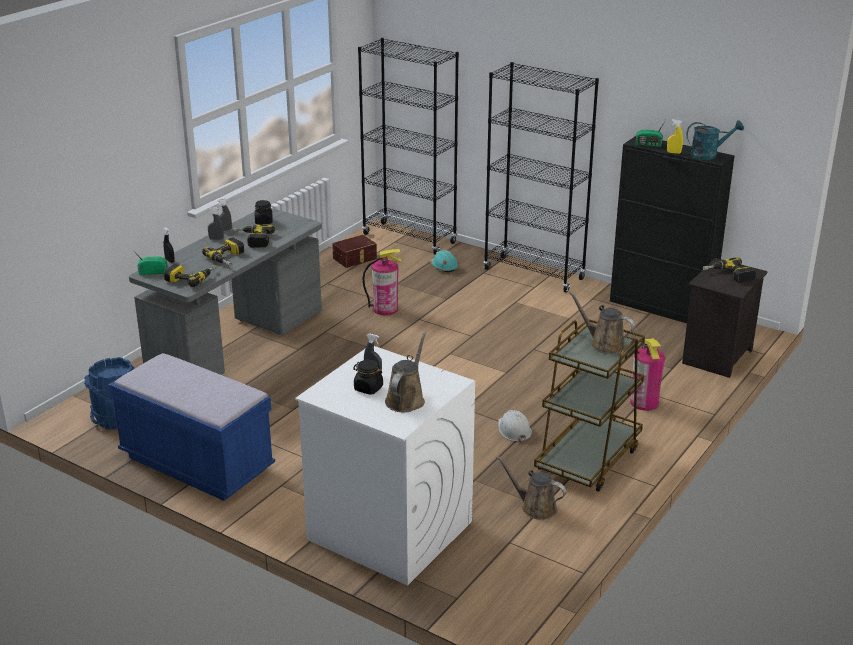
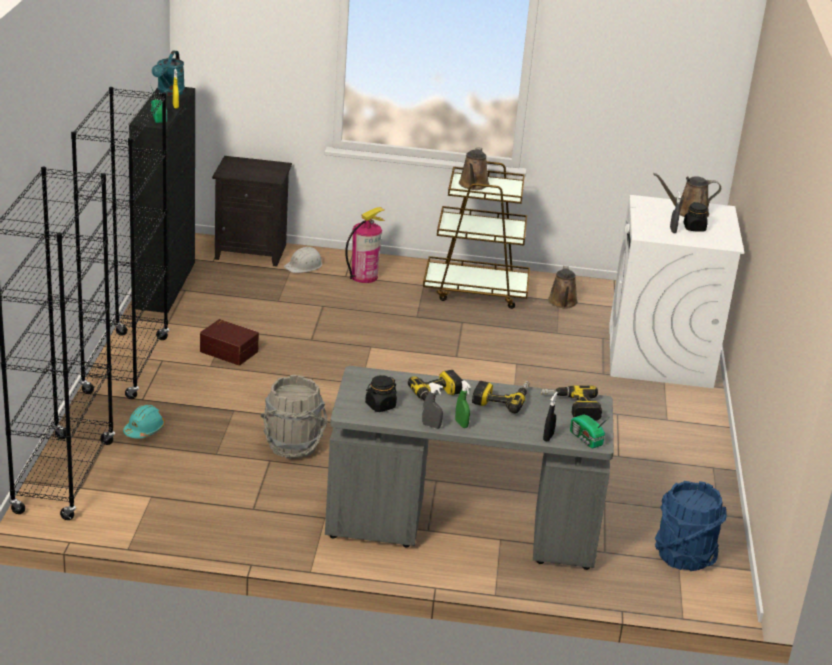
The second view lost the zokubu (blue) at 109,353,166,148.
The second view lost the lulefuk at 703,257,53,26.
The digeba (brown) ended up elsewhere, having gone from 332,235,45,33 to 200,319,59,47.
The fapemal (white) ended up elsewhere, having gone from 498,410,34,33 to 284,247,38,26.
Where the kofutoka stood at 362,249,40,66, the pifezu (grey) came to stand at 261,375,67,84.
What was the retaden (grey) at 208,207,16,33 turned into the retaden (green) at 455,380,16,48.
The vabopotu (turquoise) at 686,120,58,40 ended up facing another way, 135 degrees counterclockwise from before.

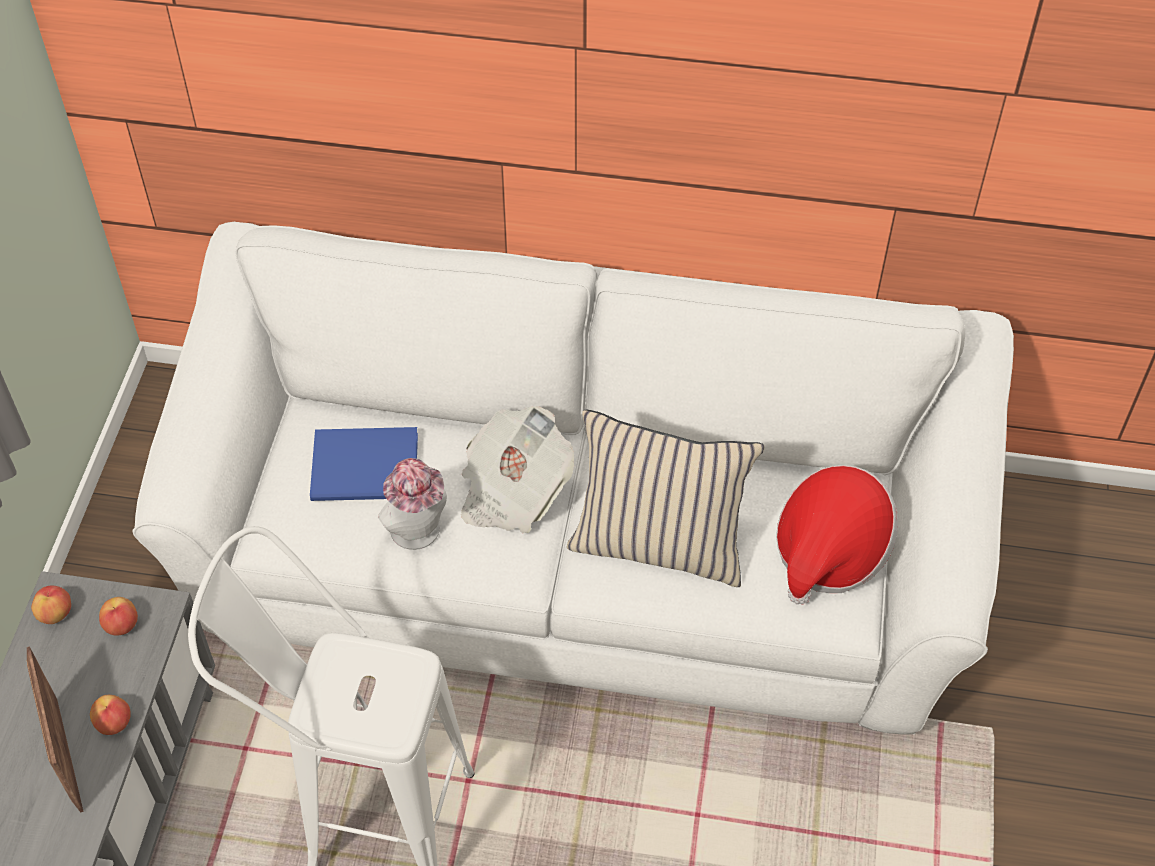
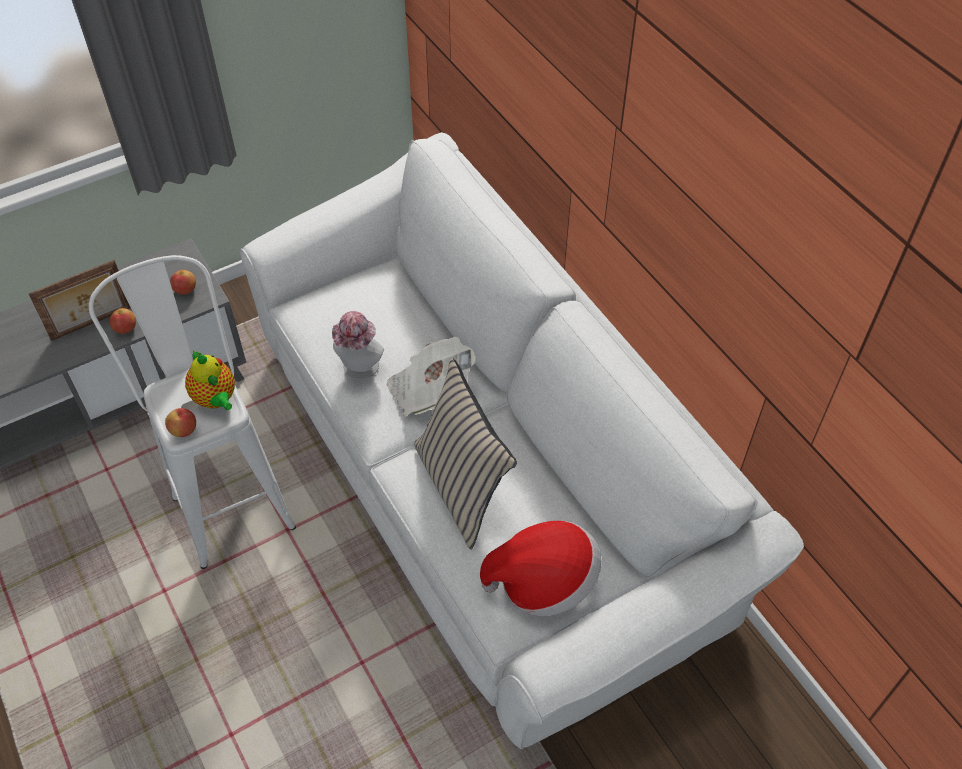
The second view lost the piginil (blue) at 310,427,108,74.
The second view gained the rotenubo at 185,350,50,60.
The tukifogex ended up elsewhere, having gone from 31,586,40,38 to 165,408,31,29.
The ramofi at 27,646,57,167 ended up facing another way, 150 degrees counterclockwise from before.

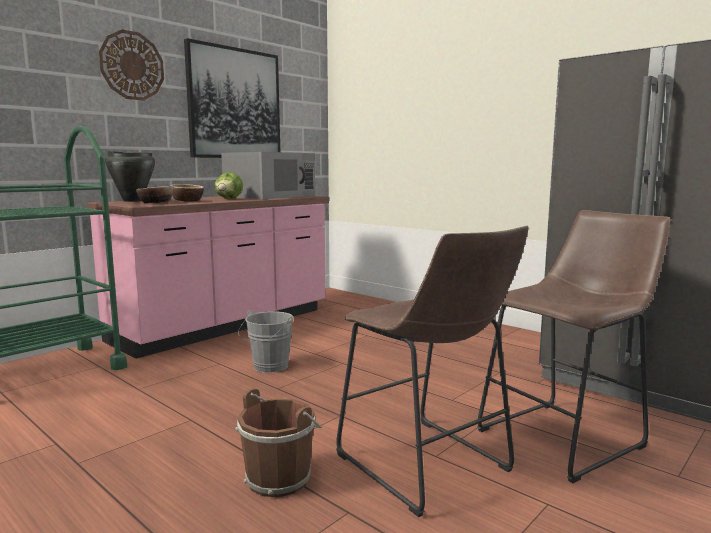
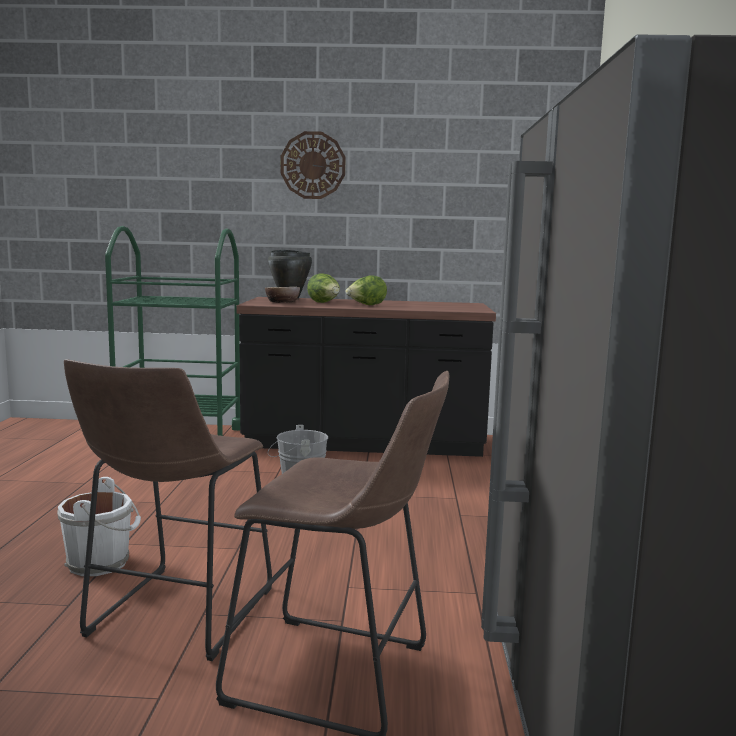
The second view lost the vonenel at 184,38,96,120.
The second view lost the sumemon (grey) at 221,152,94,47.
Where the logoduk stood at 170,184,34,17, the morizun came to stand at 307,273,33,30.
What was the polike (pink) at 88,196,241,163 turned into the polike (black) at 236,297,260,160.
What was the pifezu (brown) at 235,388,87,109 turned into the pifezu (white) at 57,477,84,99.

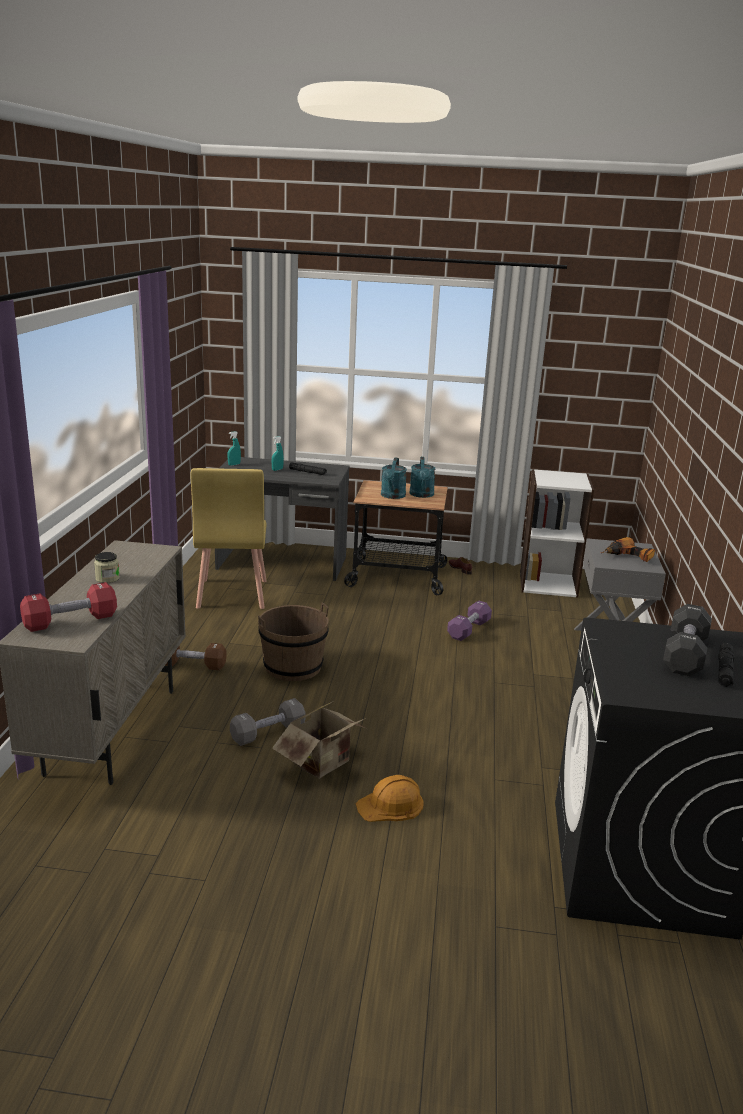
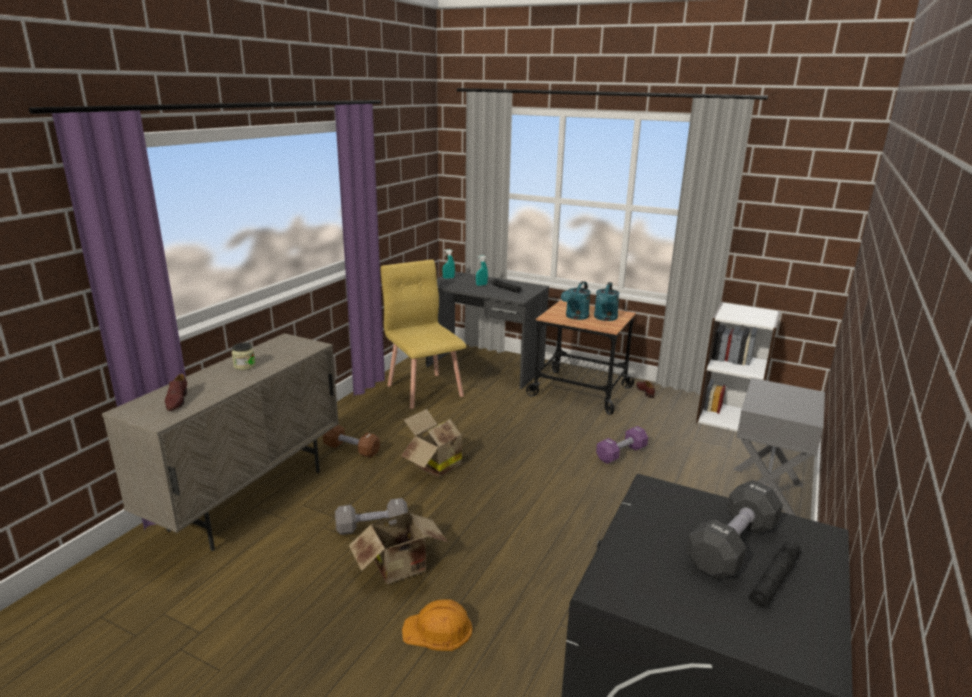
The second view lost the lulefuk at 600,537,55,25.
Where the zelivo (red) stood at 20,582,97,50, the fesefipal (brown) came to stand at 165,374,22,37.
Where the pifezu (brown) stood at 258,602,71,79, the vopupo came to stand at 401,409,71,68.
The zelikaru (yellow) at 191,468,76,141 ended up facing another way, 135 degrees clockwise from before.

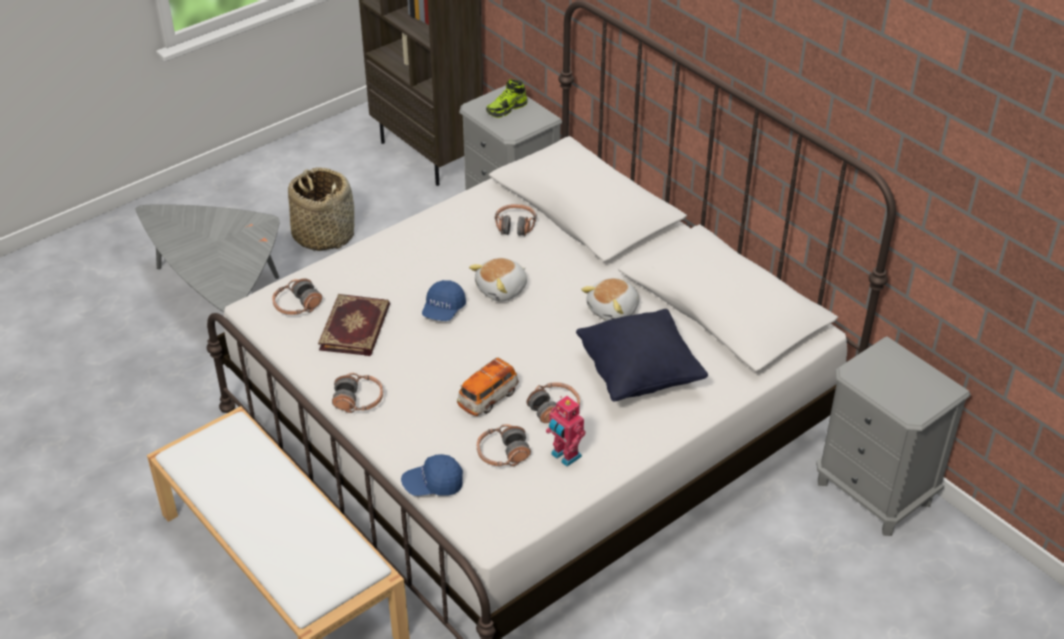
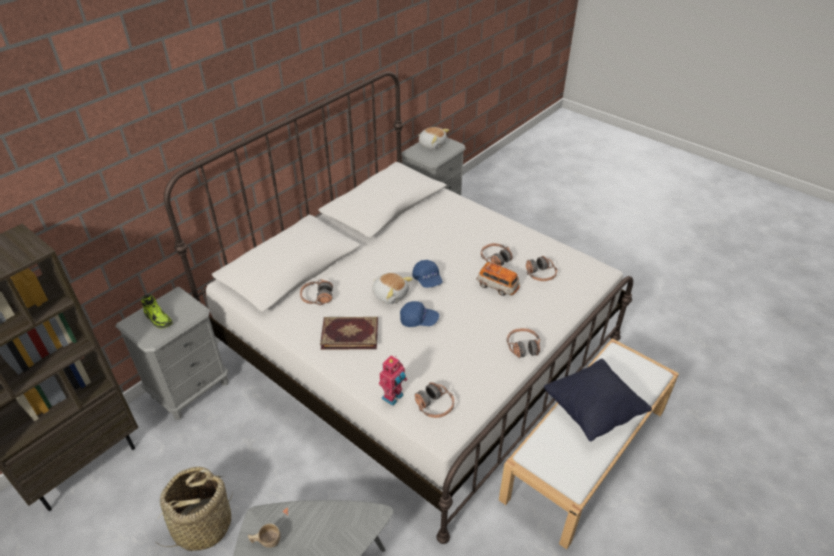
The second view gained the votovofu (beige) at 248,524,33,24.
The piginil ended up elsewhere, having gone from 318,294,72,62 to 320,317,58,33.
The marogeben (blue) ended up elsewhere, having gone from 401,454,62,42 to 412,260,31,28.
The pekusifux ended up elsewhere, having gone from 546,396,40,71 to 379,355,28,51.
The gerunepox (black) ended up elsewhere, having gone from 576,309,132,93 to 544,359,108,83.
The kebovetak ended up elsewhere, having gone from 581,278,58,43 to 418,127,31,22.

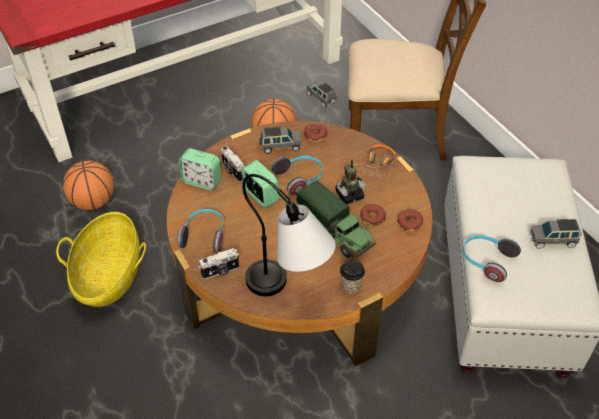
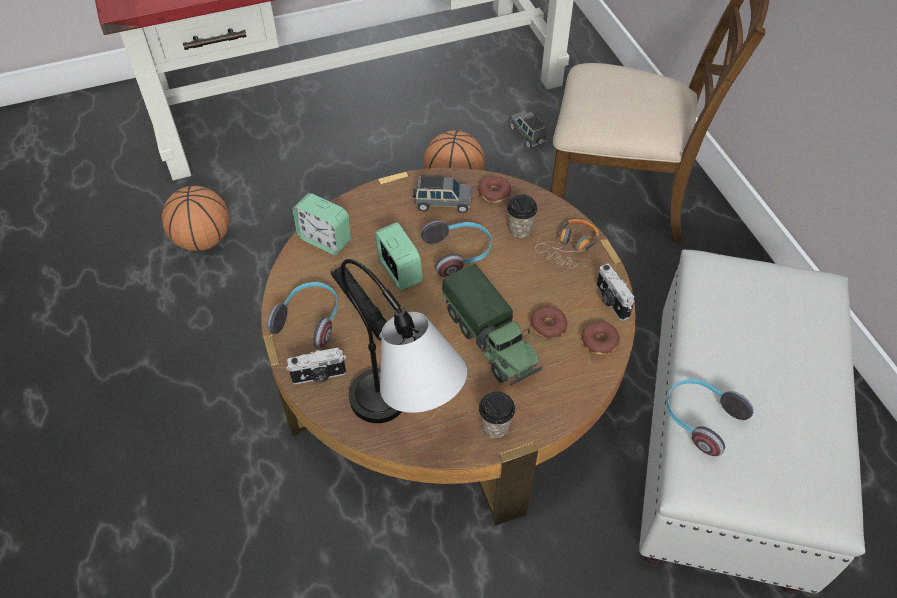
The second view lost the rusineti at 56,212,90,95.
The second view lost the pekusifux at 335,160,32,44.
The second view lost the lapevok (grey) at 530,219,51,30.
The second view gained the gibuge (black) at 331,266,56,74.
The second view gained the votovofu at 507,194,30,44.
The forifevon ended up elsewhere, having gone from 221,146,24,36 to 596,264,38,57.

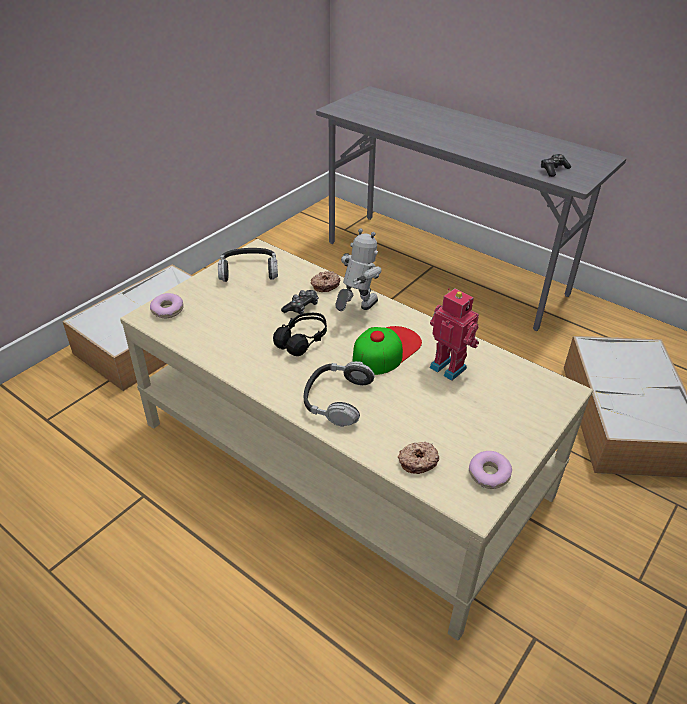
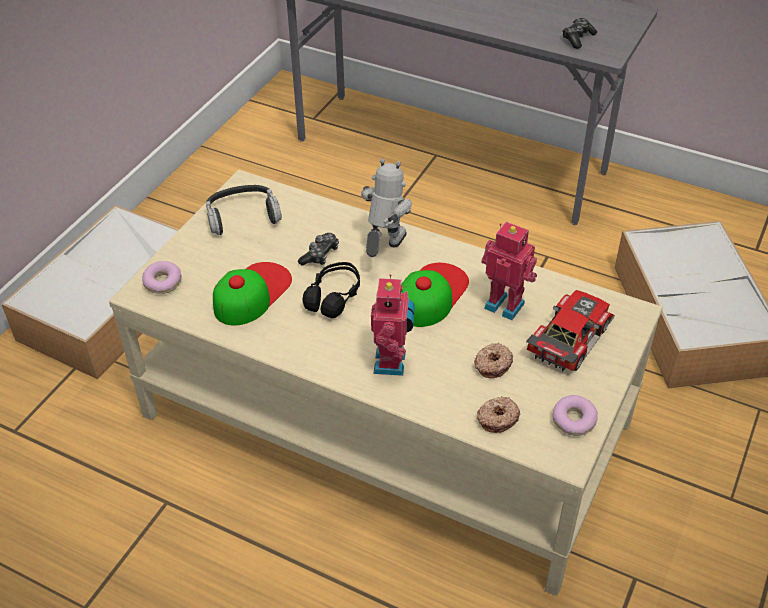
The second view gained the marogeben at 213,262,79,63.
The second view gained the lapevok at 526,290,89,81.
The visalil ended up elsewhere, having gone from 310,271,30,21 to 474,343,39,35.
Where the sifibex stood at 304,361,71,66, the pekusifux came to stand at 371,274,44,102.

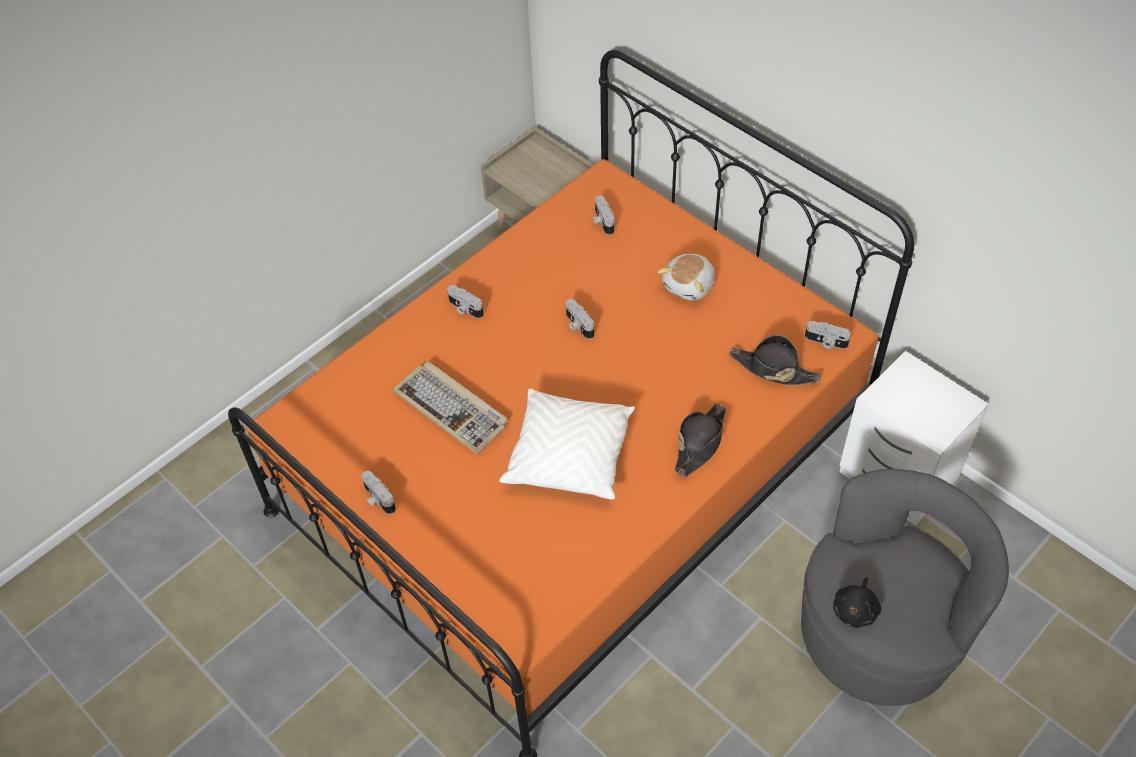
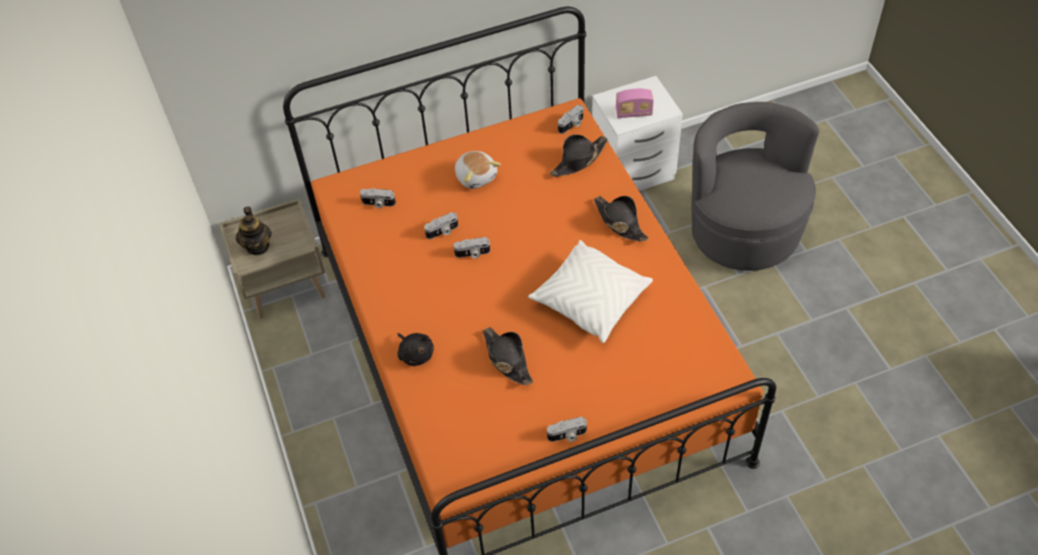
The second view gained the rotenubo at 236,206,36,49.
The second view gained the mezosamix at 616,89,38,29.
The forifevon ended up elsewhere, having gone from 447,285,37,34 to 424,212,34,27.
The kebovetak (black) ended up elsewhere, having gone from 833,577,48,51 to 397,333,37,33.
Where the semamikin stood at 393,361,115,93, the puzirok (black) came to stand at 483,327,50,58.

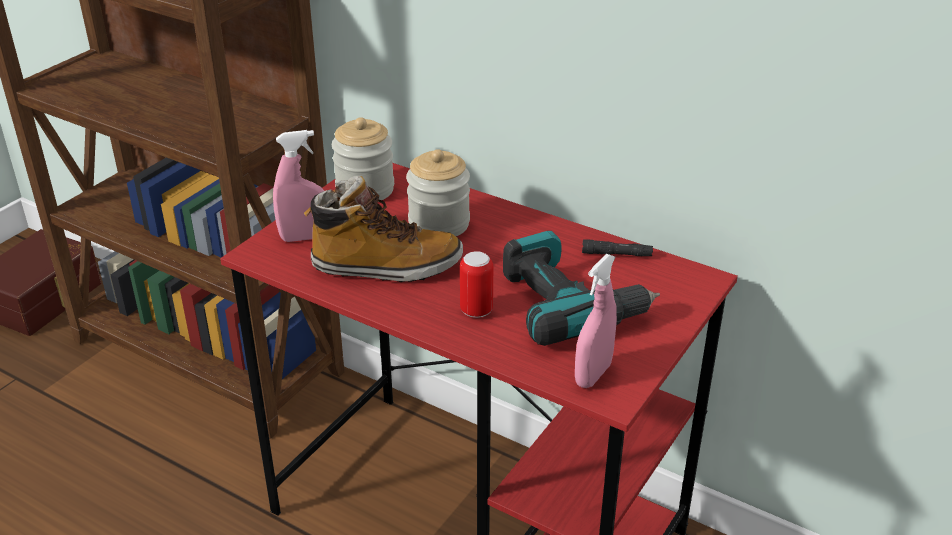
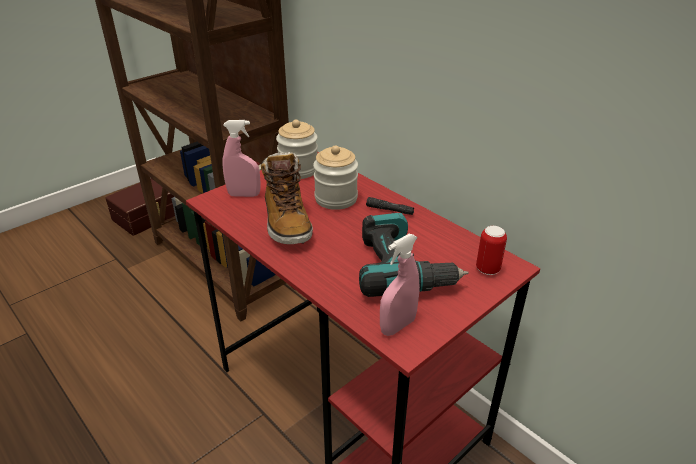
The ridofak ended up elsewhere, having gone from 460,251,33,67 to 476,226,31,49.
The gibuge (black) ended up elsewhere, having gone from 582,239,71,17 to 366,197,48,18.
The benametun at 304,176,159,106 ended up facing another way, 60 degrees clockwise from before.

